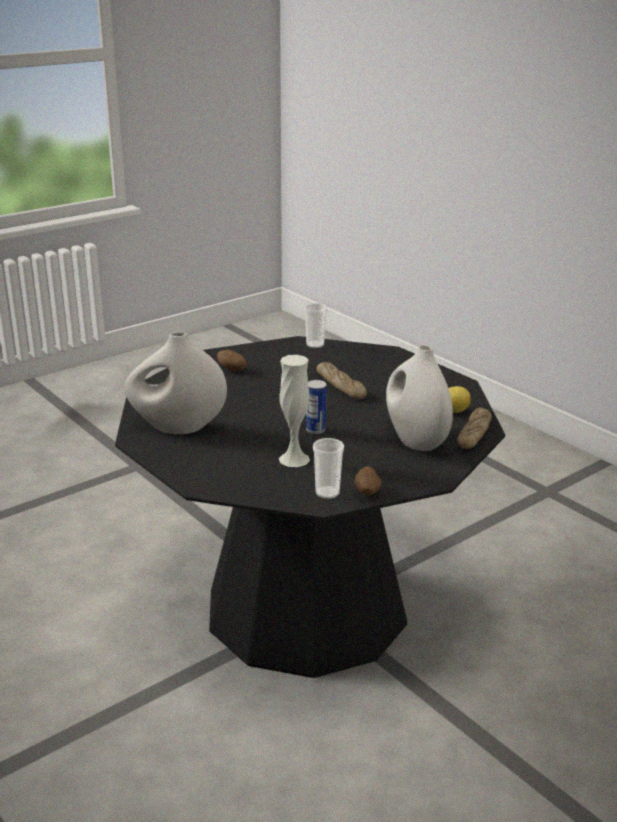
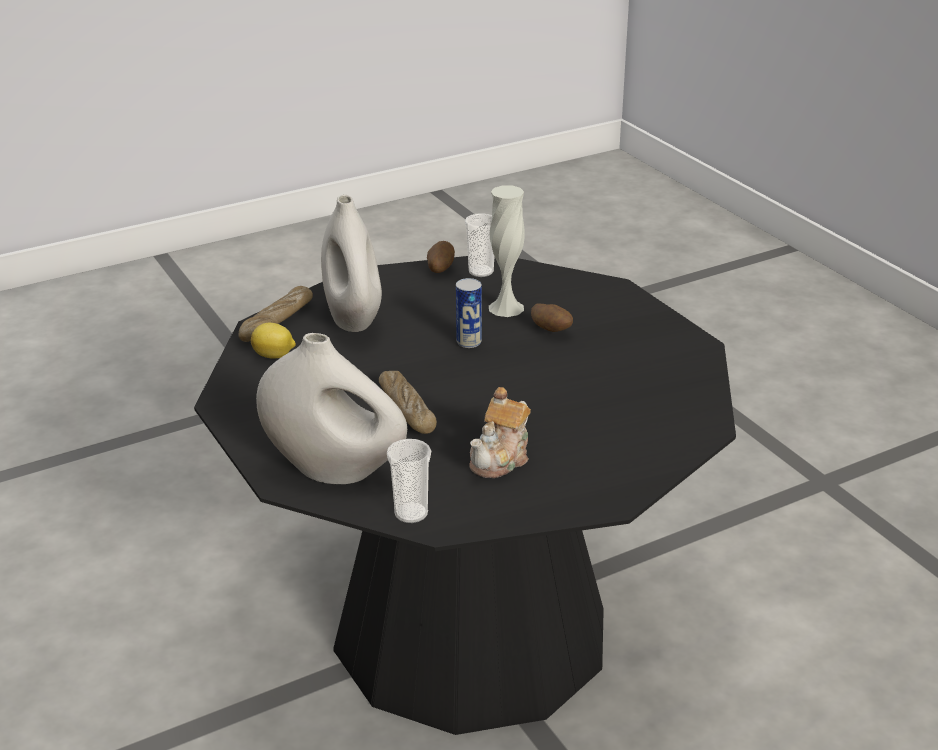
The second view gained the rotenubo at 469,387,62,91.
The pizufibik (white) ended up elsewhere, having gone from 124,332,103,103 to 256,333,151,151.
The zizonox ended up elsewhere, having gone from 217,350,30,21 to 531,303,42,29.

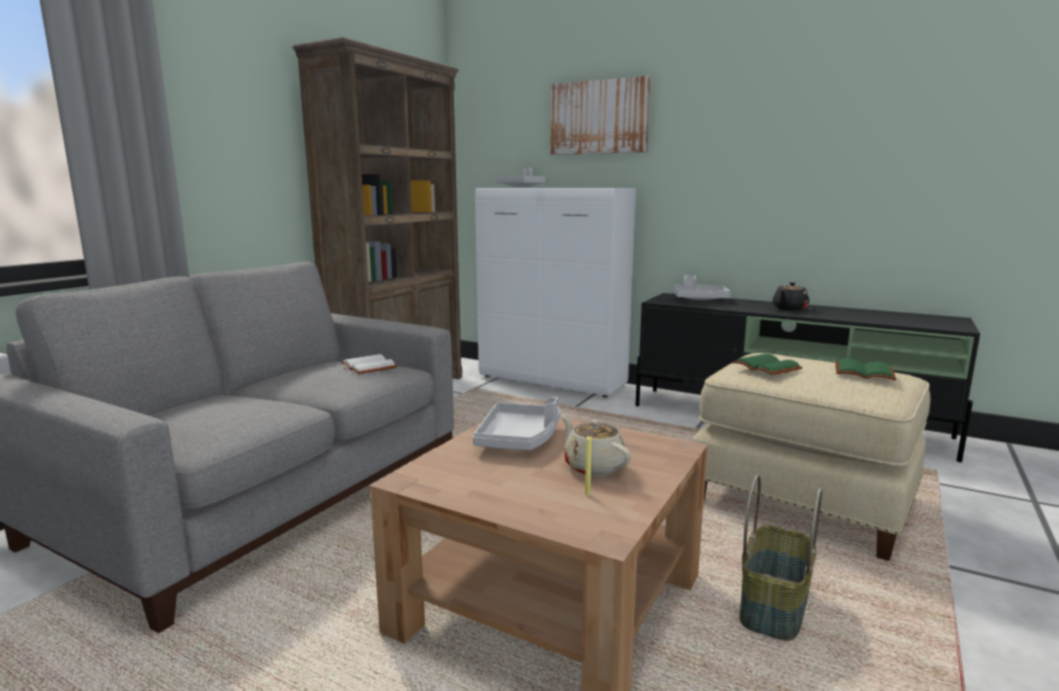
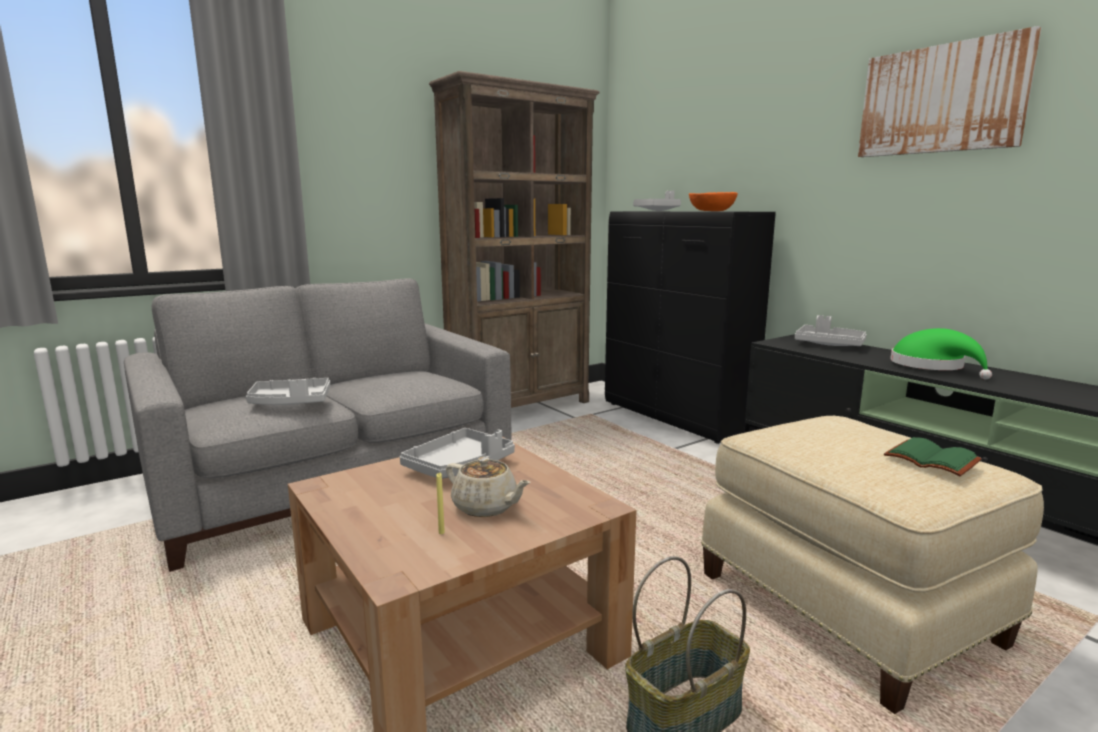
The second view lost the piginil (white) at 341,354,57,20.
The second view lost the piginil (green) at 732,354,71,21.
The second view gained the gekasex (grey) at 246,378,84,27.
The second view gained the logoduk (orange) at 689,192,49,19.
The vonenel ended up elsewhere, having gone from 550,76,101,79 to 858,26,184,131.
Where the rotenubo (black) stood at 772,282,37,29, the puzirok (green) came to stand at 890,328,102,52.
What was the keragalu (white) at 475,188,161,209 turned into the keragalu (black) at 605,211,171,233.
The rotenubo (beige) at 561,415,70,61 ended up facing another way, 135 degrees clockwise from before.

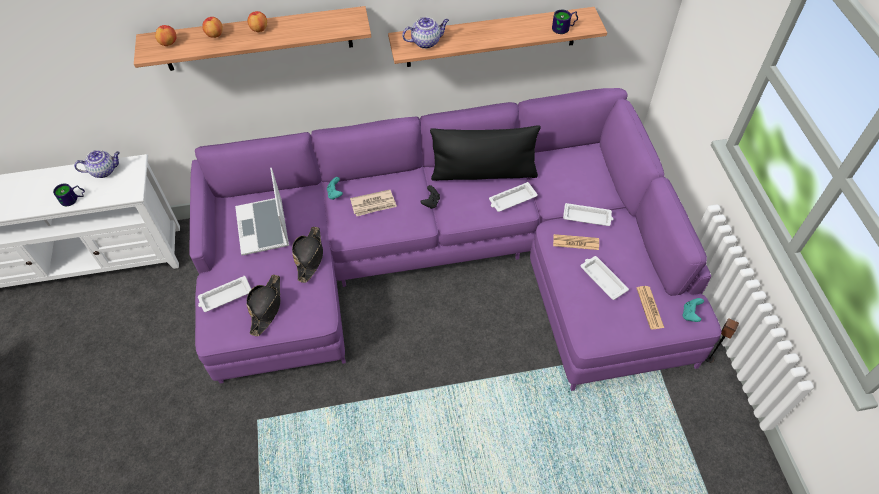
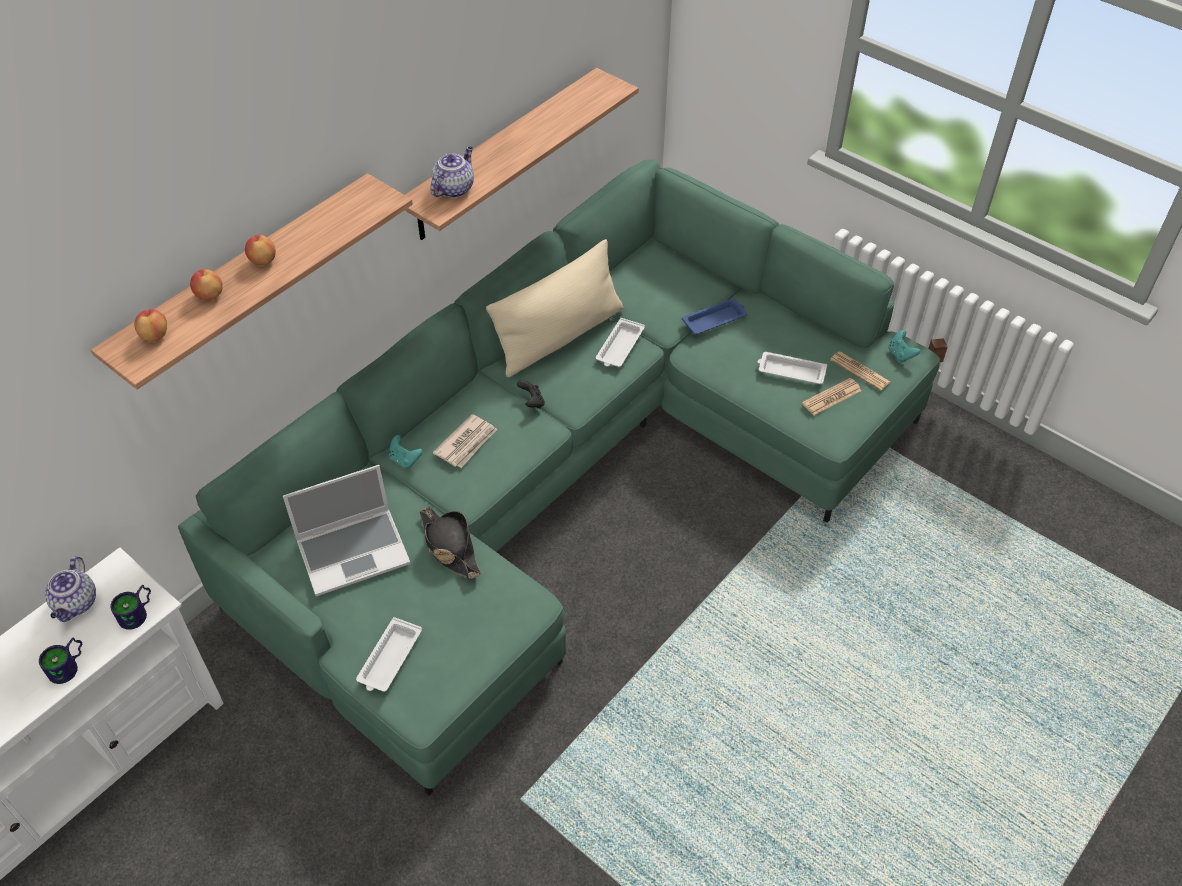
The second view lost the puzirok (black) at 247,275,33,61.
The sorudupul ended up elsewhere, having gone from 552,10,26,24 to 110,585,41,45.
The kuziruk ended up elsewhere, having gone from 553,234,46,16 to 802,378,59,38.
What was the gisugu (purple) at 189,88,532,303 turned into the gisugu (green) at 178,159,762,636.
What was the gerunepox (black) at 430,125,111,56 turned into the gerunepox (beige) at 486,239,137,138.
What was the gekasex (white) at 563,203,50,23 turned into the gekasex (blue) at 682,298,65,37.
The rotenubo at 74,150,46,28 ended up facing another way, 150 degrees clockwise from before.
The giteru at 235,168,54,88 ended up facing another way, 60 degrees counterclockwise from before.

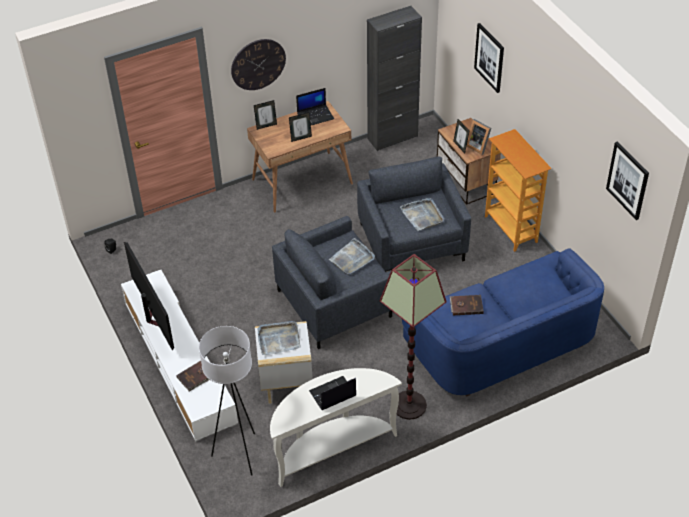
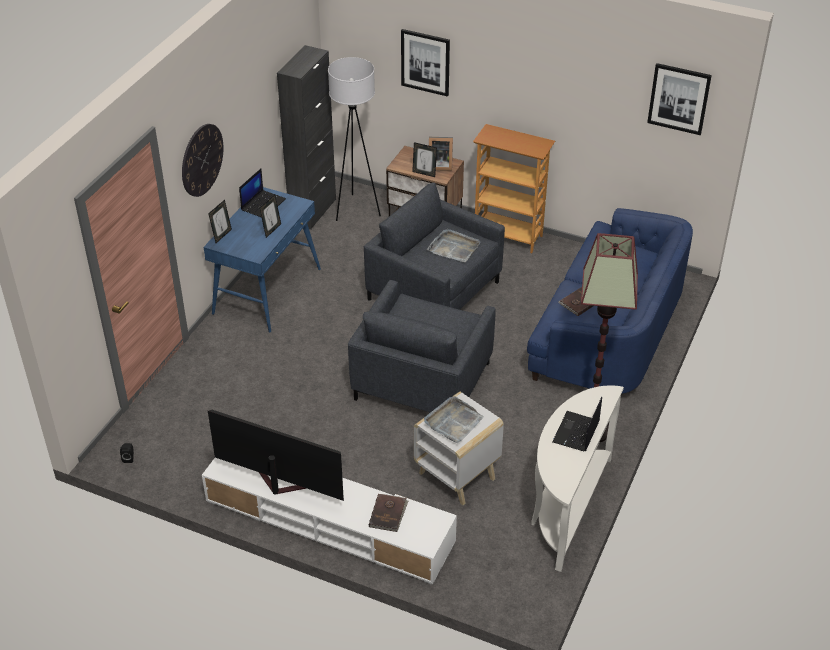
The second view lost the gekasex (grey) at 329,238,46,37.
The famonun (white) ended up elsewhere, having gone from 199,326,56,150 to 328,57,53,164.
What was the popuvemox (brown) at 247,101,106,112 turned into the popuvemox (blue) at 204,187,117,145.

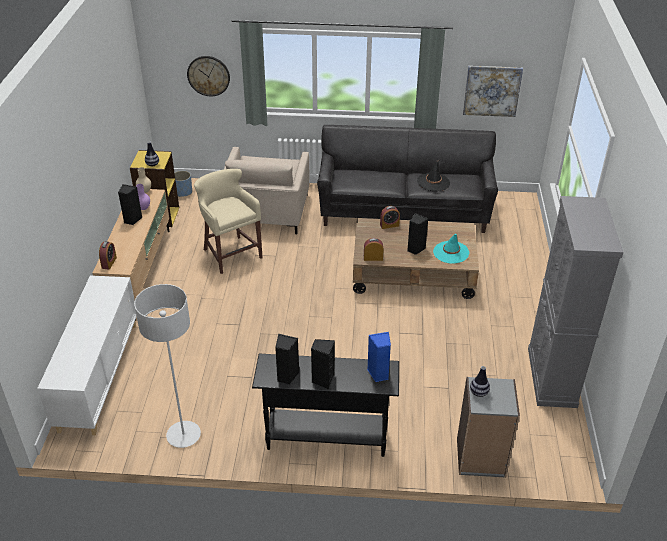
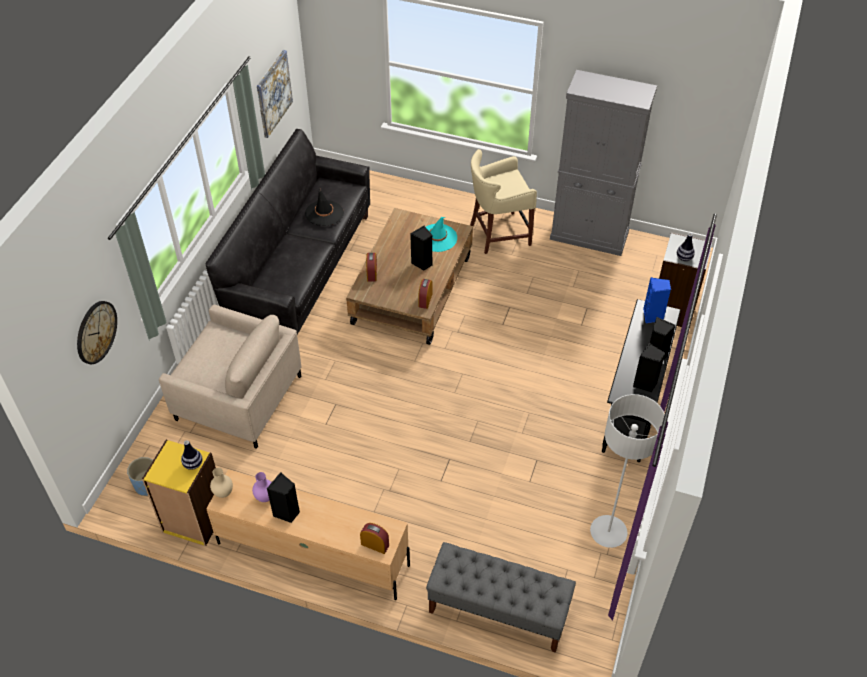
The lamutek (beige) ended up elsewhere, having gone from 194,169,68,105 to 470,149,67,105.
Where the keragalu (white) stood at 37,275,100,160, the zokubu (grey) came to stand at 426,542,150,111.

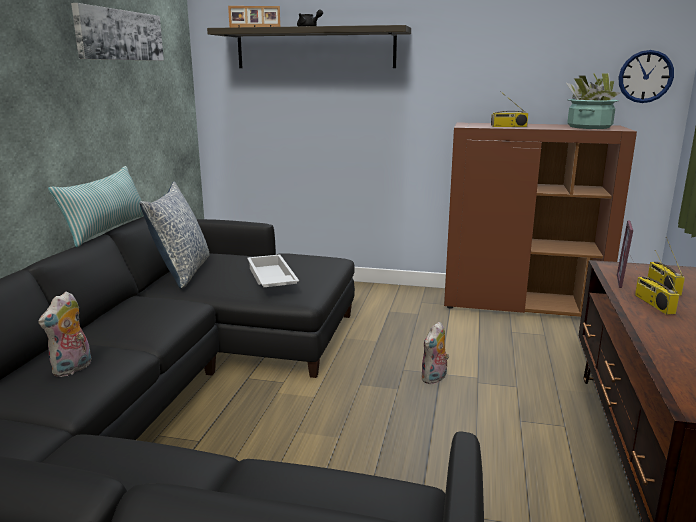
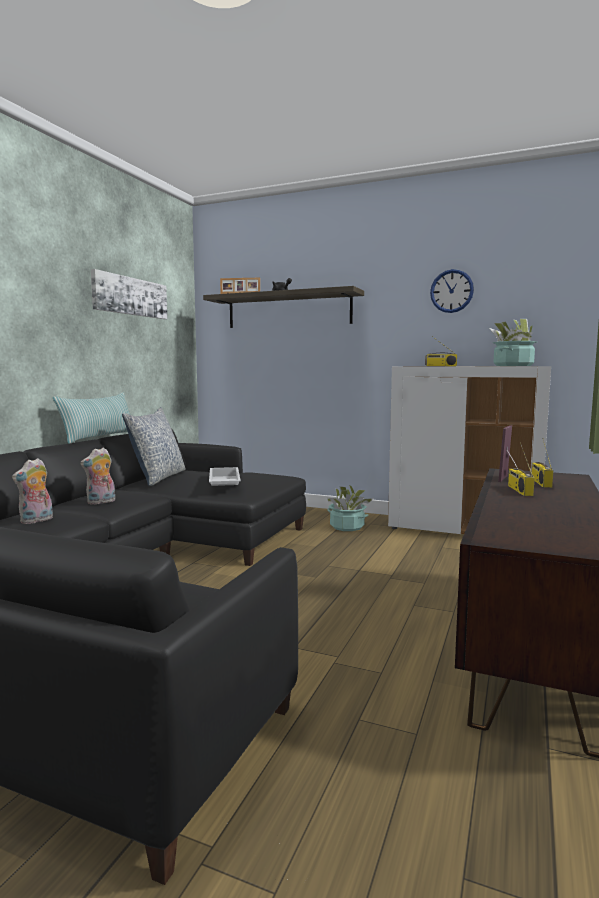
The second view gained the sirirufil at 327,485,47,46.
The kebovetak ended up elsewhere, having gone from 420,322,29,62 to 80,448,35,56.
The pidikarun ended up elsewhere, having gone from 619,50,55,53 to 430,269,44,44.
What was the keragalu (brown) at 444,122,193,195 turned into the keragalu (white) at 388,366,163,168.

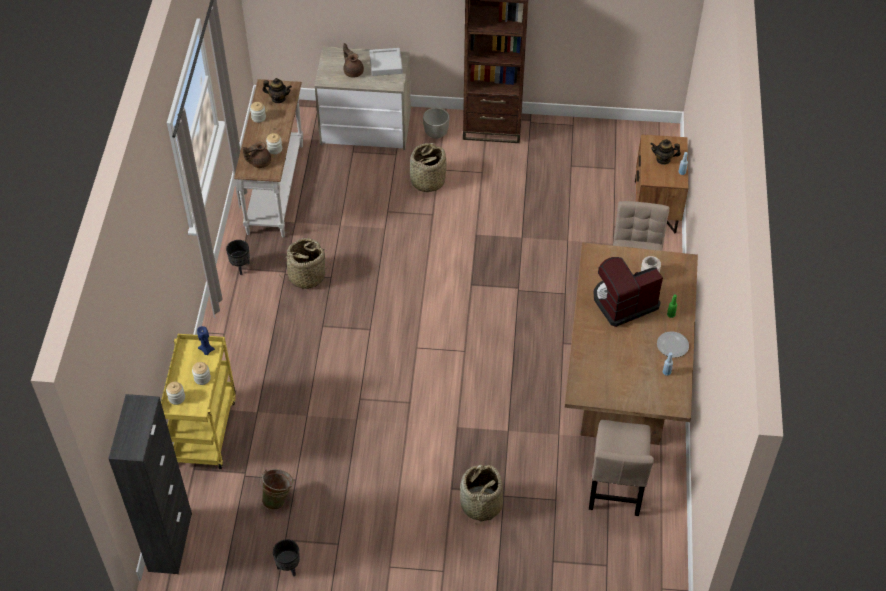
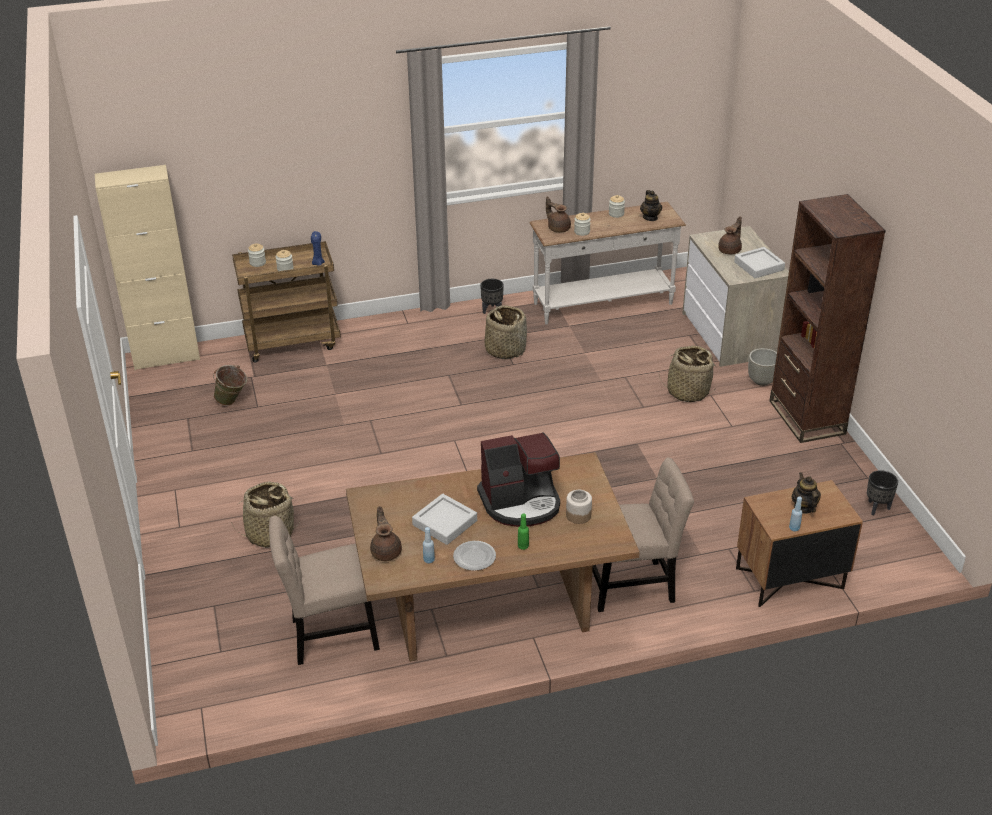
The second view gained the rotenubo (brown) at 370,506,32,55.
The second view gained the gekasex (grey) at 412,494,65,51.
The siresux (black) ended up elsewhere, having gone from 273,539,27,37 to 867,470,31,46.
What was the keragalu (black) at 108,394,84,180 turned into the keragalu (beige) at 95,165,105,205.
What was the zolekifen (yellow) at 161,334,75,135 turned into the zolekifen (brown) at 232,241,109,121.
The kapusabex at 593,257,70,70 ended up facing another way, 120 degrees clockwise from before.

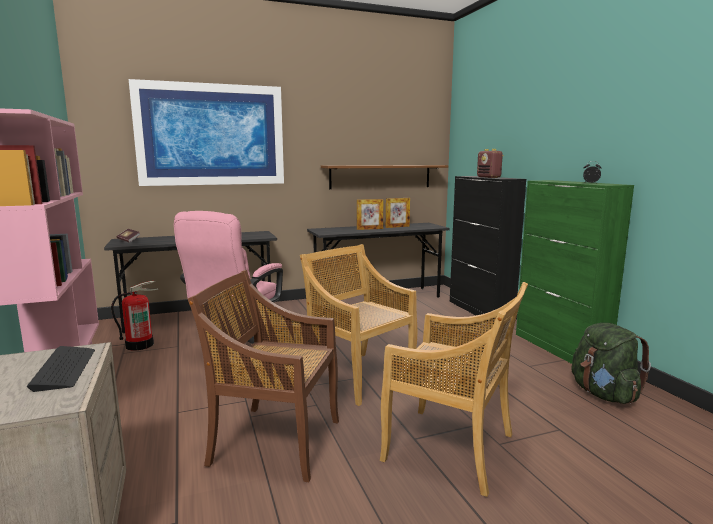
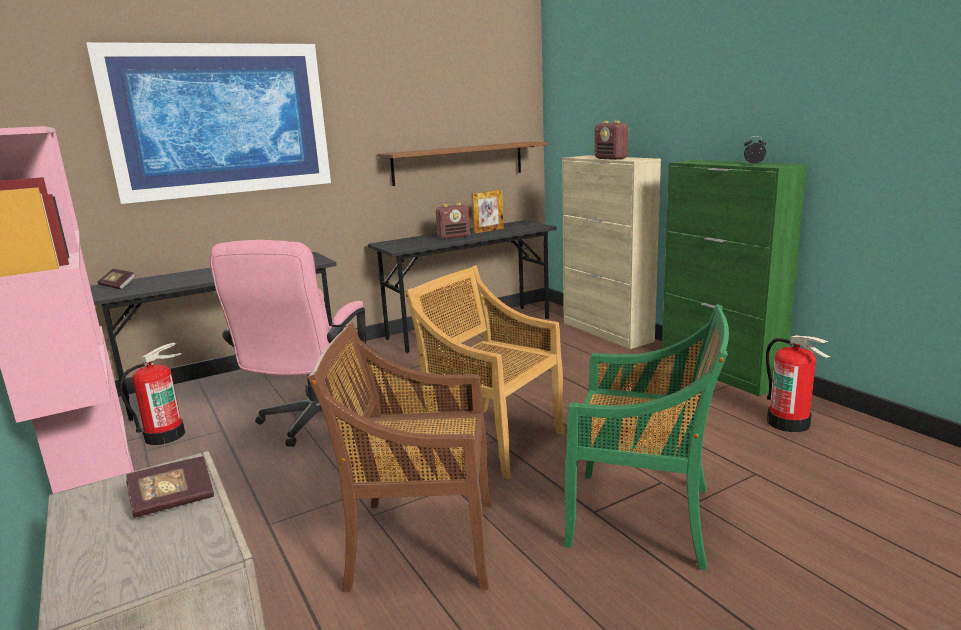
Where the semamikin stood at 26,346,69,46, the piginil came to stand at 126,456,88,62.
Where the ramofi stood at 357,199,26,31, the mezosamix came to stand at 436,203,34,36.
Where the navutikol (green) stood at 571,323,80,81, the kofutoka came to stand at 766,335,65,97.
What was the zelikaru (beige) at 380,282,148,215 turned into the zelikaru (green) at 564,304,165,266.
What was the keragalu (black) at 450,176,76,146 turned into the keragalu (beige) at 562,155,99,194.

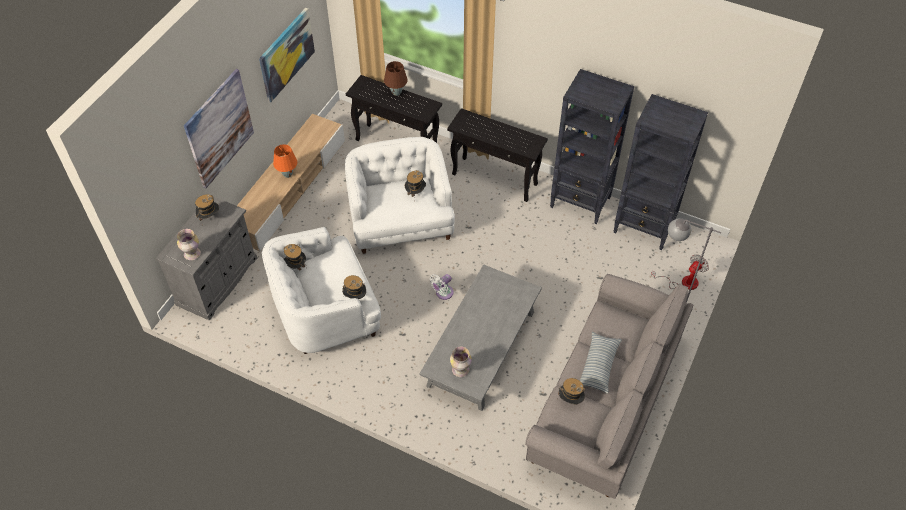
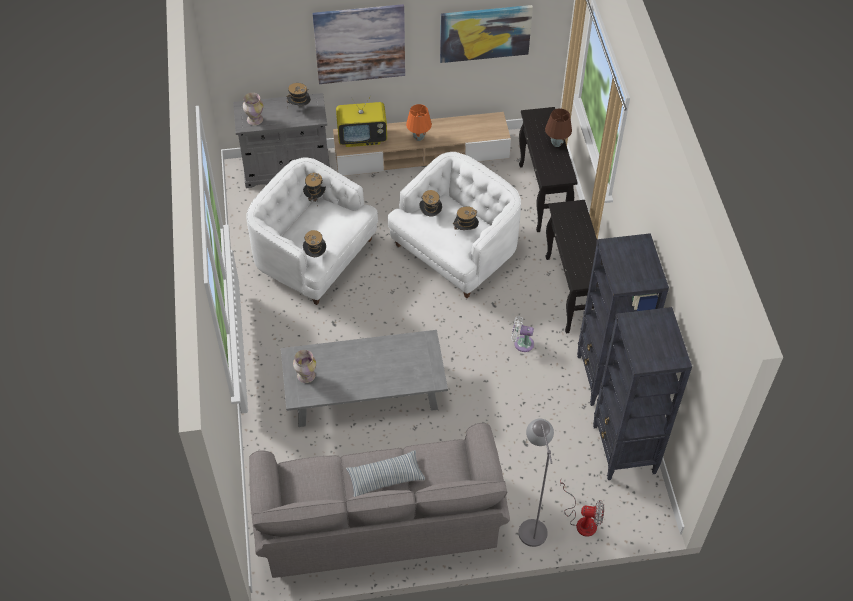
The second view gained the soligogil at 336,96,51,51.
The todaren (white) ended up elsewhere, having gone from 429,274,25,26 to 512,316,22,36.
The puzirok ended up elsewhere, having gone from 557,378,28,26 to 419,190,23,26.

